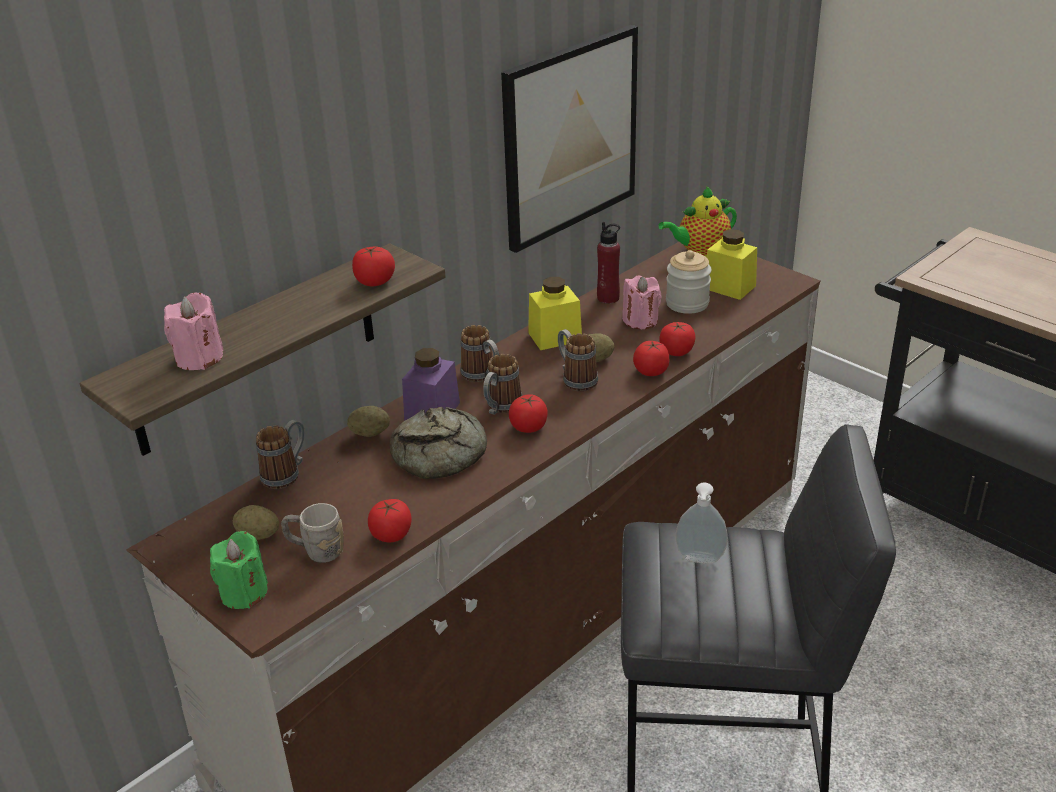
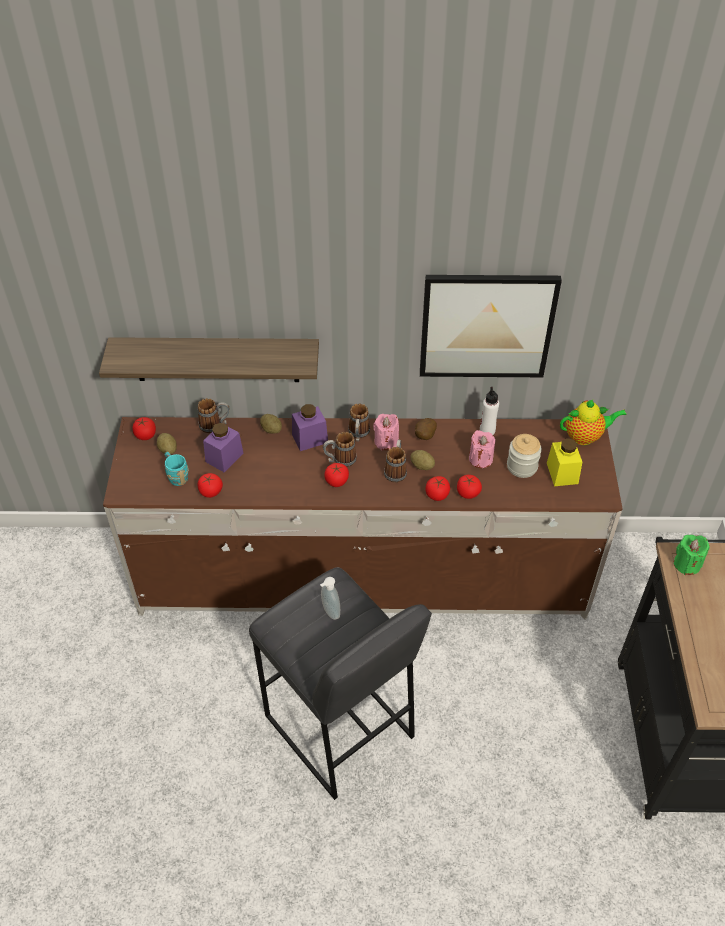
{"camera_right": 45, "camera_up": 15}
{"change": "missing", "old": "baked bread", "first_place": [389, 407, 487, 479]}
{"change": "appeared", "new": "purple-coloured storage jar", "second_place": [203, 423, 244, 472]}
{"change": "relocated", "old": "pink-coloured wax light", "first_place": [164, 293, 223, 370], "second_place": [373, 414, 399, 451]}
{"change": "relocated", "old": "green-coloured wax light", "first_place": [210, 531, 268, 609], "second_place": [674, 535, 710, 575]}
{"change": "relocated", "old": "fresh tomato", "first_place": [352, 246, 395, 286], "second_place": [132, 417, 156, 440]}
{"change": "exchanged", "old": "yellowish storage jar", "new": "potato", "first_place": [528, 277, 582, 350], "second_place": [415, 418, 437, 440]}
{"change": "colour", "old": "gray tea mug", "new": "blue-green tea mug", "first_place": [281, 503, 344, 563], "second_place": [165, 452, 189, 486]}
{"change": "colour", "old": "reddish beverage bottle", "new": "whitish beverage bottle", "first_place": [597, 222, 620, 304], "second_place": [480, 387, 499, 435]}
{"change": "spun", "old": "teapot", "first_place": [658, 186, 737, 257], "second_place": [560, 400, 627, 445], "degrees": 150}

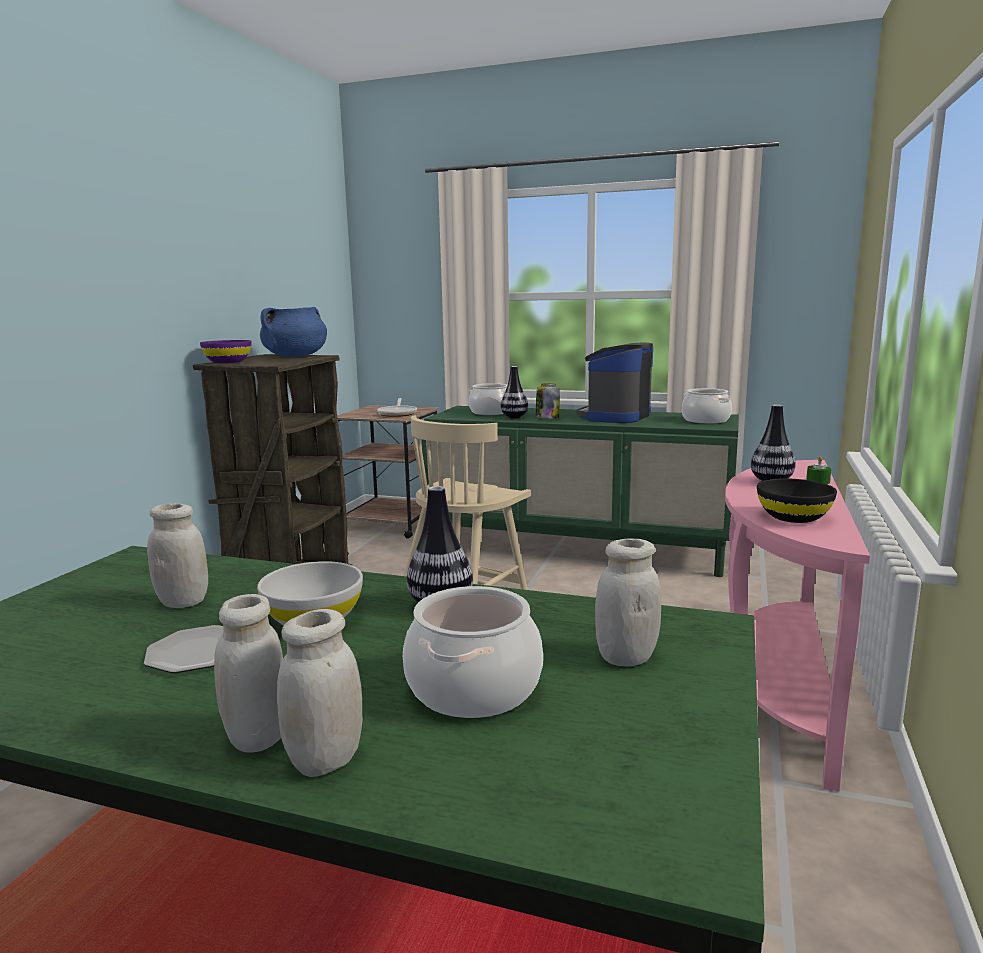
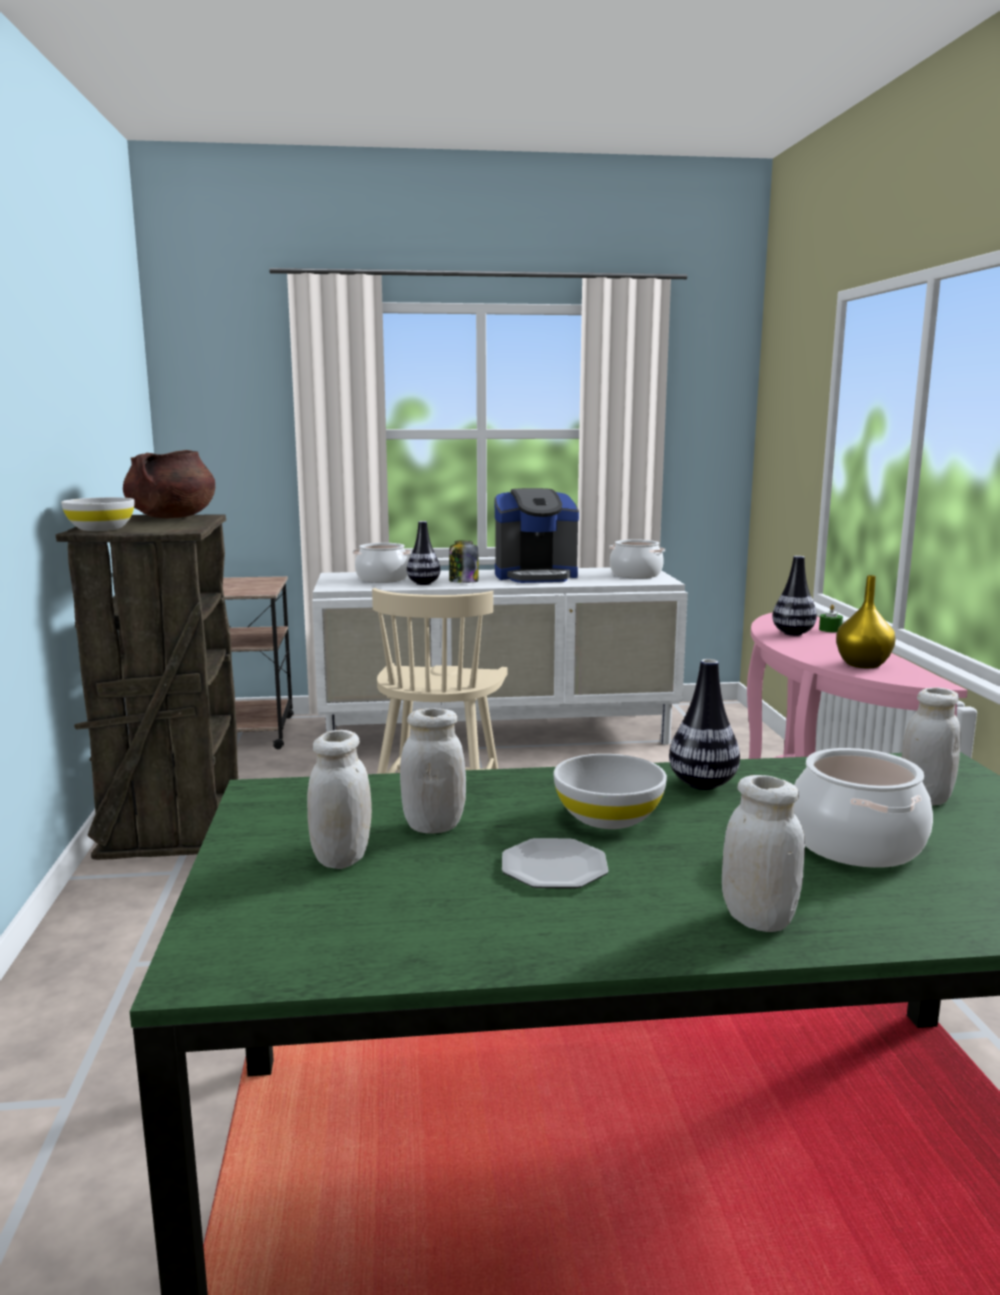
{"camera_right": -25, "camera_up": 0}
{"change": "missing", "old": "frying pan", "first_place": [377, 398, 417, 417]}
{"change": "relocated", "old": "whitish storage jar", "first_place": [277, 609, 363, 777], "second_place": [307, 730, 372, 869]}
{"change": "exchanged", "old": "blackish deep dish", "new": "yellowish decorative vase", "first_place": [757, 478, 837, 523], "second_place": [836, 575, 896, 669]}
{"change": "colour", "old": "purple-coloured deep dish", "new": "whitish deep dish", "first_place": [200, 340, 252, 363], "second_place": [61, 497, 135, 531]}
{"change": "colour", "old": "bluish stockpot", "new": "brownish stockpot", "first_place": [260, 307, 327, 357], "second_place": [123, 450, 215, 518]}
{"change": "colour", "old": "green-coloured cupboard", "new": "whitish cupboard", "first_place": [422, 406, 739, 577], "second_place": [312, 568, 688, 745]}
{"change": "spun", "old": "coffee maker", "first_place": [576, 343, 653, 423], "second_place": [495, 488, 579, 583], "degrees": -105}

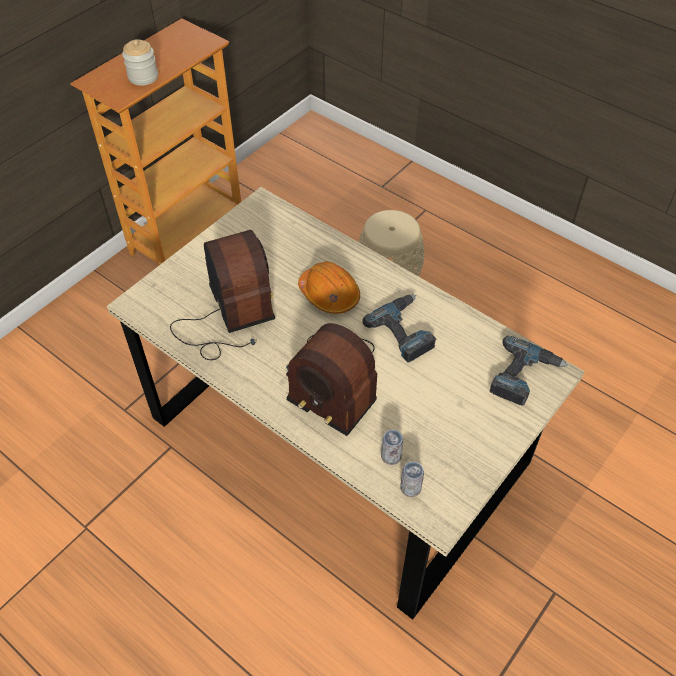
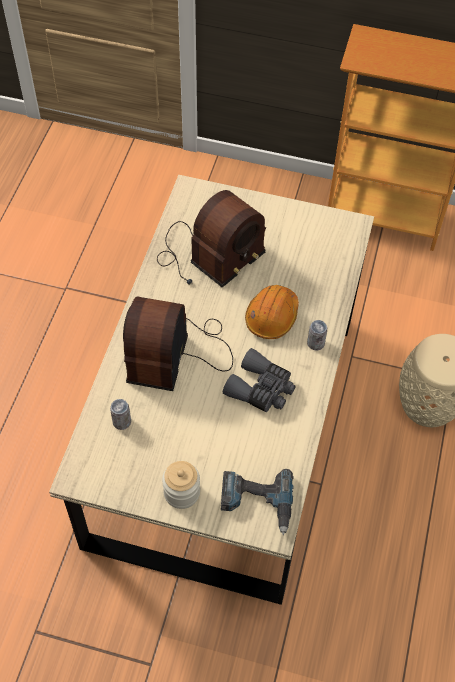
{"camera_right": 65, "camera_up": 5}
{"change": "relocated", "old": "storage jar", "first_place": [122, 39, 158, 86], "second_place": [162, 461, 200, 509]}
{"change": "relocated", "old": "sealed can", "first_place": [400, 461, 424, 497], "second_place": [307, 320, 327, 351]}
{"change": "exchanged", "old": "power drill", "new": "gray pair of binoculars", "first_place": [362, 294, 436, 363], "second_place": [223, 348, 296, 412]}

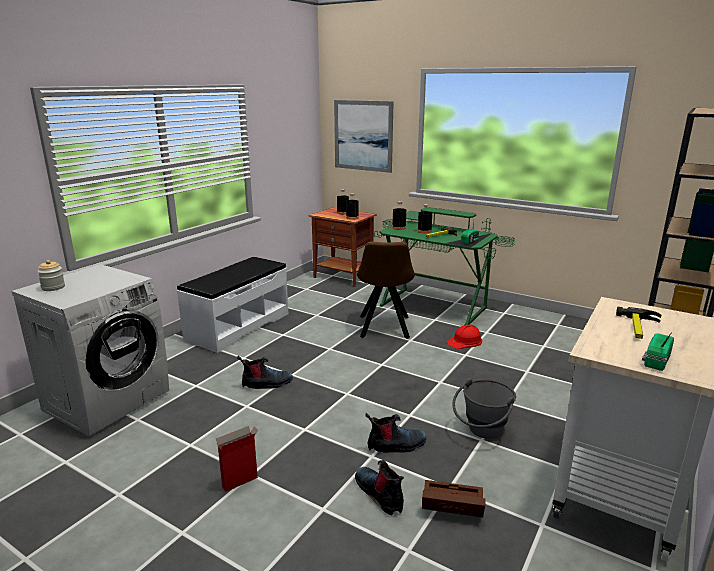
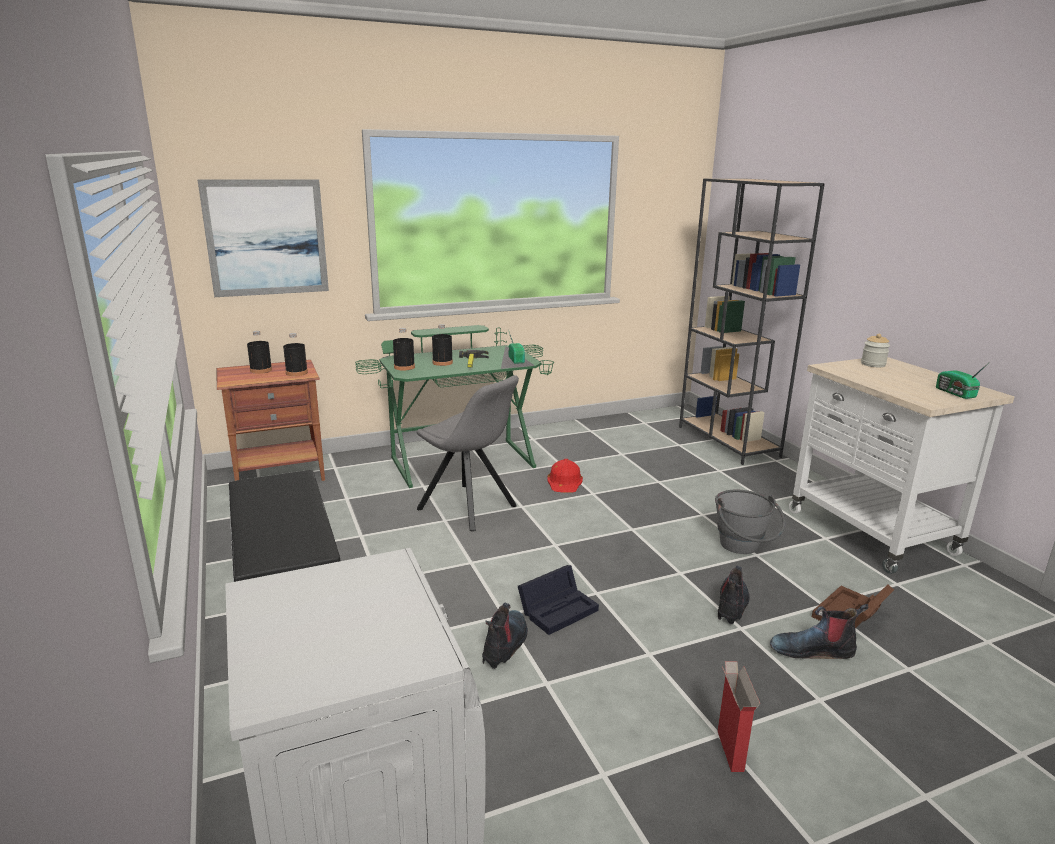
{"camera_right": -55, "camera_up": 0}
{"change": "missing", "old": "hand hammer", "first_place": [616, 307, 661, 339]}
{"change": "appeared", "new": "blackish storage container", "second_place": [518, 565, 599, 635]}
{"change": "relocated", "old": "storage jar", "first_place": [37, 260, 65, 291], "second_place": [861, 334, 890, 367]}
{"change": "colour", "old": "brownish plain chair", "new": "gray plain chair", "first_place": [357, 242, 415, 339], "second_place": [417, 375, 519, 531]}

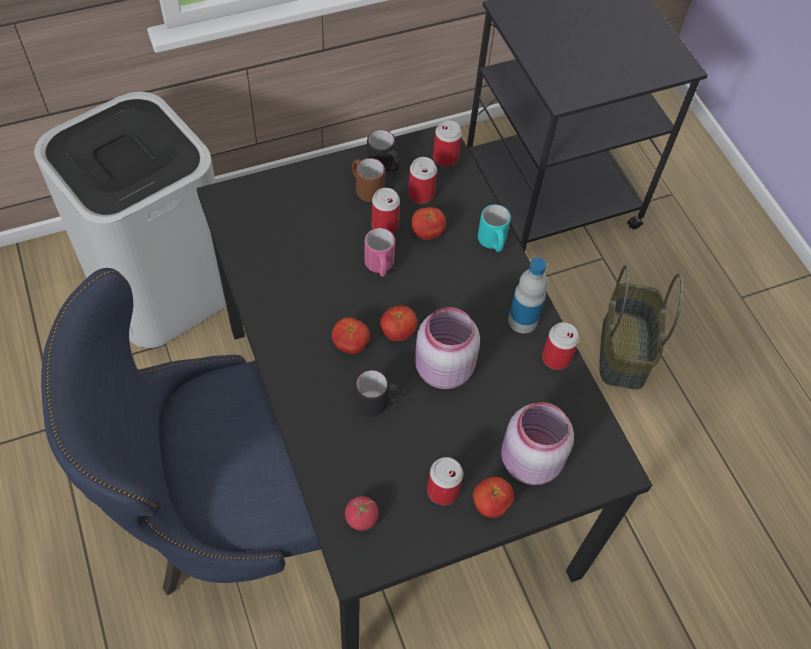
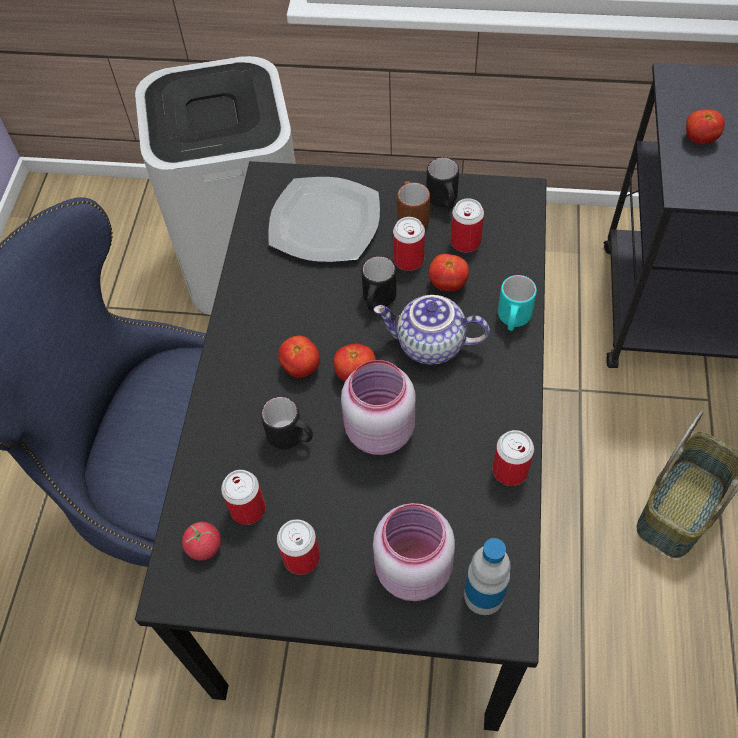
{"camera_right": 35, "camera_up": 0}
{"change": "appeared", "new": "flat dish", "second_place": [268, 177, 380, 262]}
{"change": "appeared", "new": "teapot", "second_place": [373, 295, 490, 365]}
{"change": "relocated", "old": "sealed can", "first_place": [433, 120, 462, 167], "second_place": [221, 470, 266, 525]}
{"change": "relocated", "old": "fresh tomato", "first_place": [473, 477, 514, 518], "second_place": [686, 109, 725, 145]}
{"change": "relocated", "old": "beverage bottle", "first_place": [508, 257, 547, 333], "second_place": [464, 538, 511, 615]}
{"change": "colour", "old": "pink-coloured tea mug", "new": "blackish tea mug", "first_place": [364, 228, 395, 277], "second_place": [361, 256, 397, 311]}

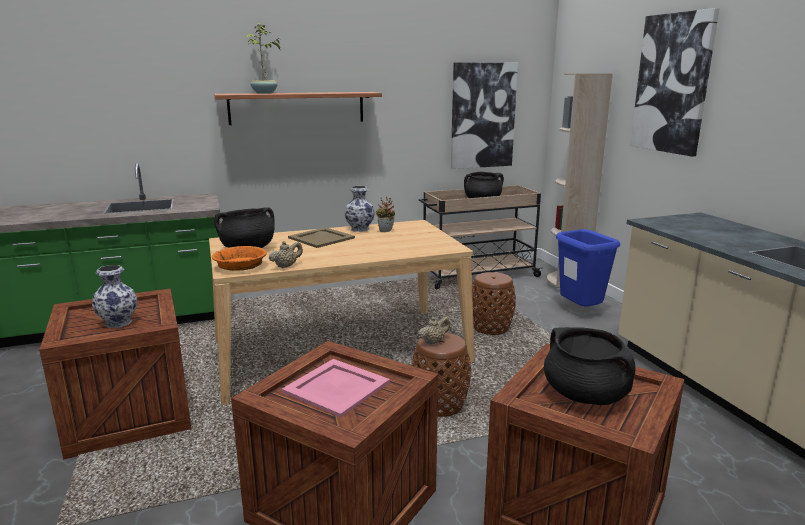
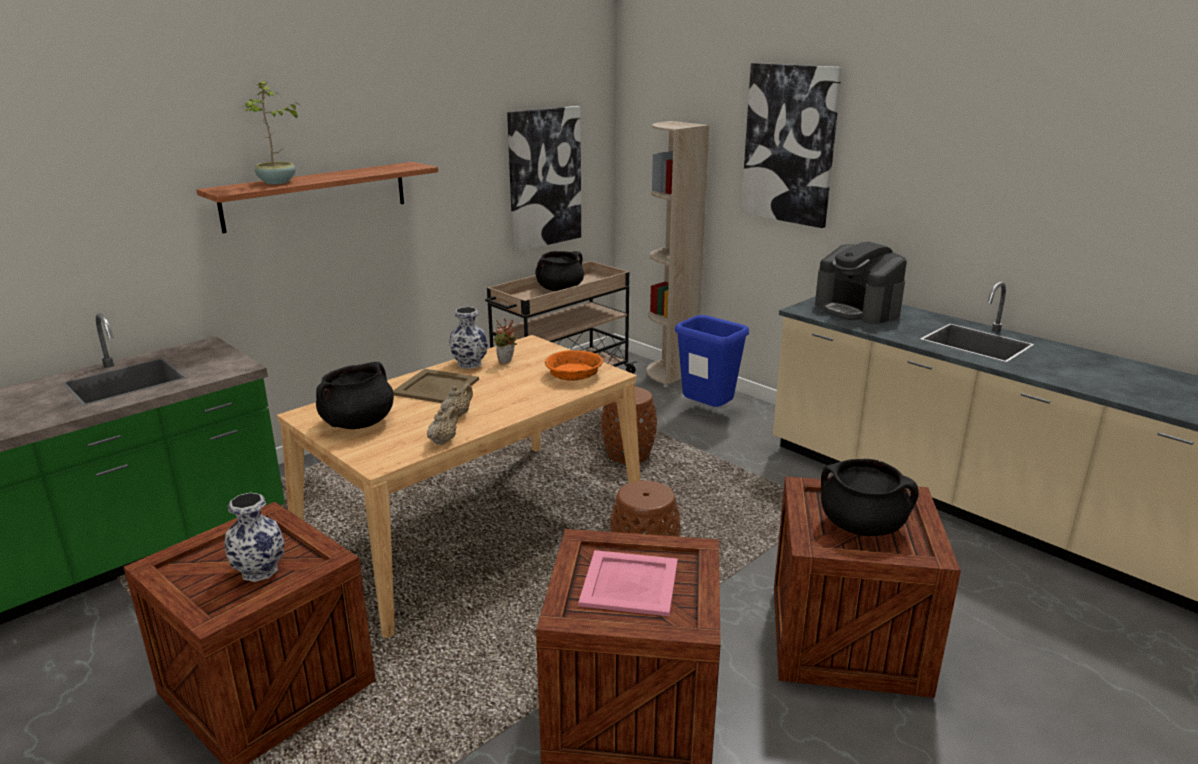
{"camera_right": -25, "camera_up": 5}
{"change": "appeared", "new": "coffee maker", "second_place": [815, 242, 907, 324]}
{"change": "relocated", "old": "orangey deep dish", "first_place": [212, 246, 267, 271], "second_place": [545, 350, 603, 380]}
{"change": "relocated", "old": "beige-coloured teapot", "first_place": [418, 317, 450, 345], "second_place": [441, 383, 473, 417]}

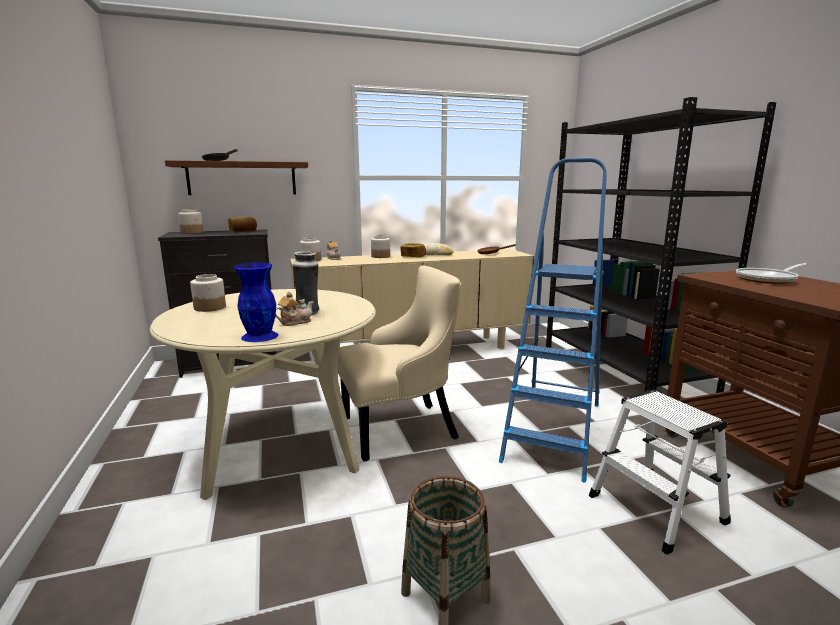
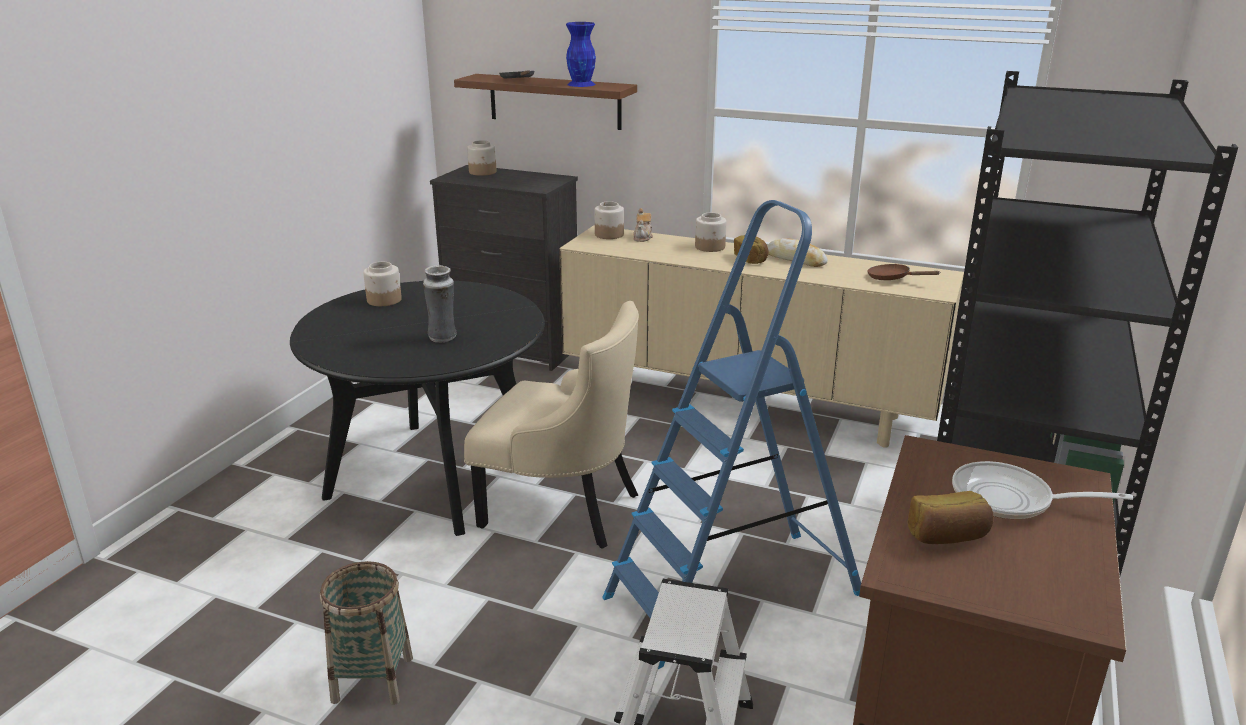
{"camera_right": 40, "camera_up": 10}
{"change": "missing", "old": "teapot", "first_place": [276, 292, 314, 326]}
{"change": "relocated", "old": "baked bread", "first_place": [228, 217, 257, 232], "second_place": [908, 491, 994, 544]}
{"change": "relocated", "old": "bluish decorative vase", "first_place": [234, 262, 278, 342], "second_place": [566, 22, 596, 87]}
{"change": "colour", "old": "beige-coloured dining table", "new": "blackish dining table", "first_place": [150, 289, 376, 500], "second_place": [290, 281, 545, 536]}

